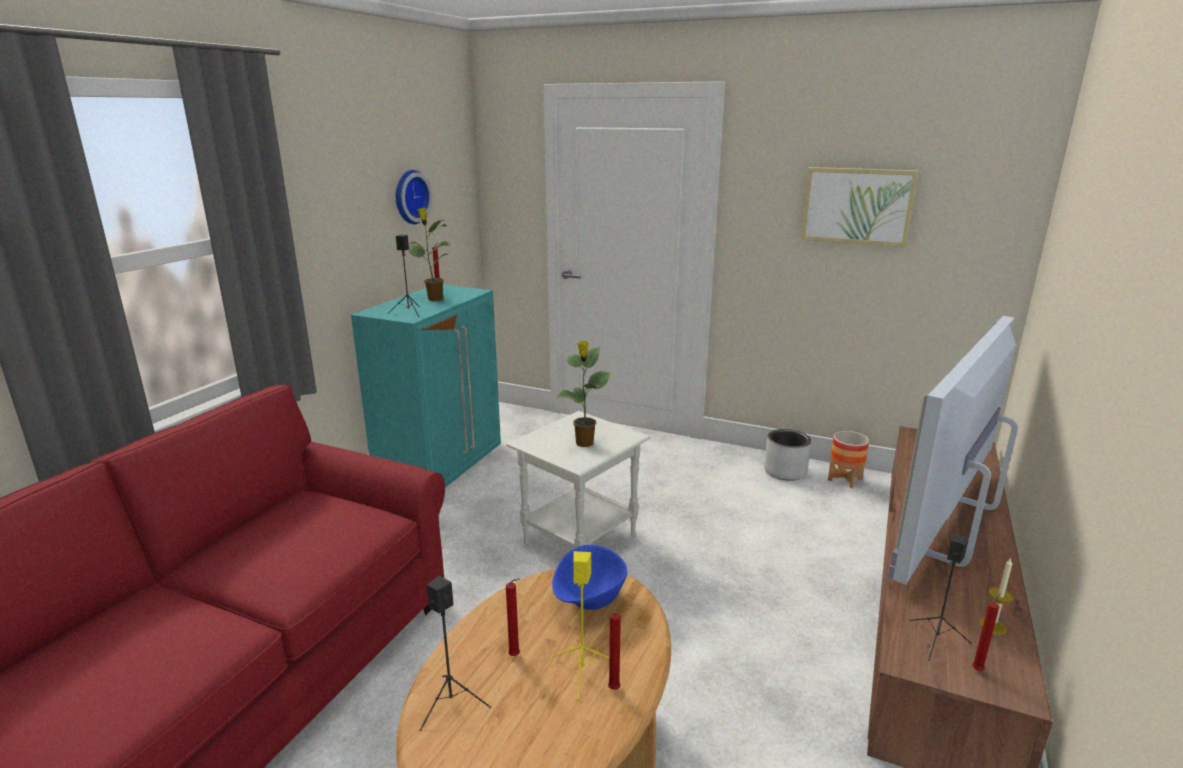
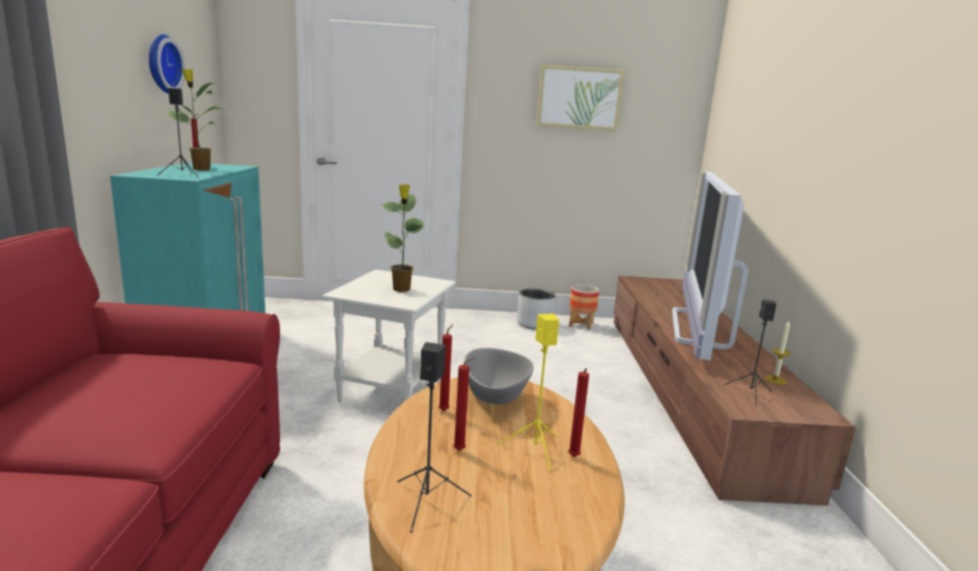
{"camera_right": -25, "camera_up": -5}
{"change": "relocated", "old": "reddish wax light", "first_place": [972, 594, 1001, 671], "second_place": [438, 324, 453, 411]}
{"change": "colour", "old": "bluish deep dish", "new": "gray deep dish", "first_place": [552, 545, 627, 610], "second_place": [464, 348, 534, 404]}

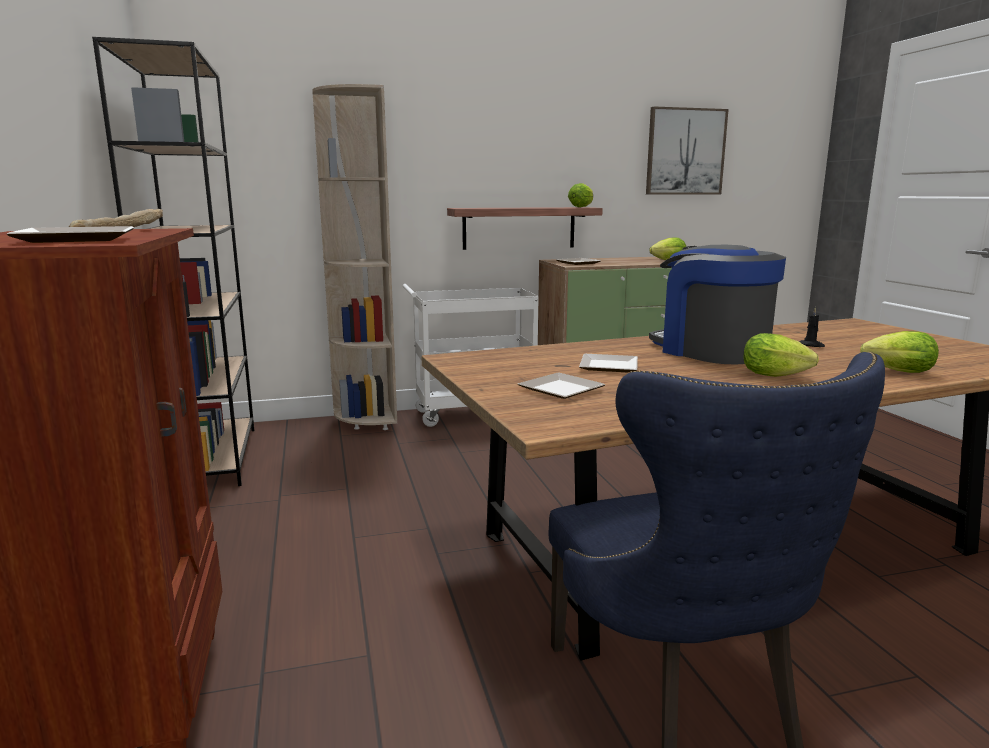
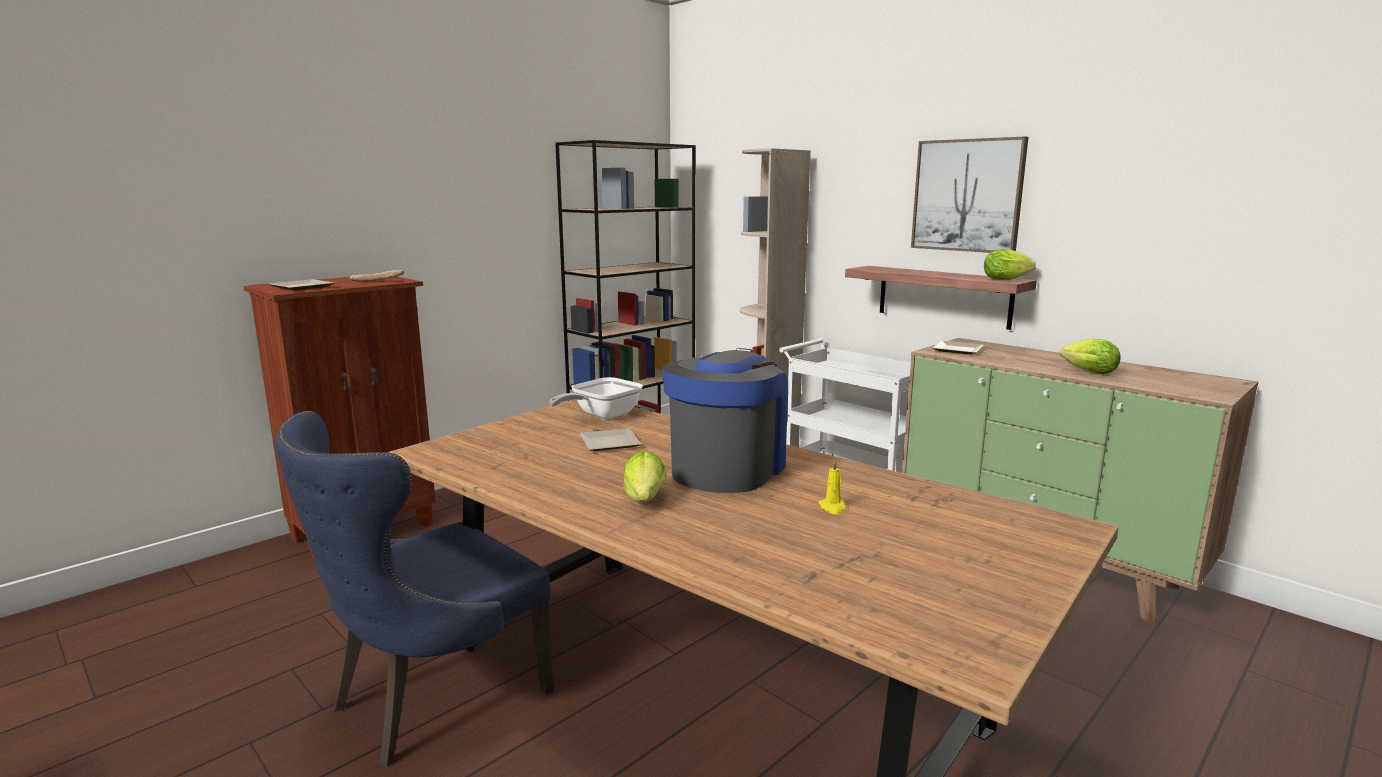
{"camera_right": 60, "camera_up": 0}
{"change": "missing", "old": "flat dish", "first_place": [518, 373, 605, 399]}
{"change": "missing", "old": "lettuce head", "first_place": [860, 331, 939, 373]}
{"change": "appeared", "new": "frying pan", "second_place": [549, 377, 643, 419]}
{"change": "relocated", "old": "wall art", "first_place": [646, 106, 729, 194], "second_place": [911, 136, 1028, 253]}
{"change": "colour", "old": "blackish wax light", "new": "yellowish wax light", "first_place": [799, 307, 825, 347], "second_place": [818, 459, 846, 514]}

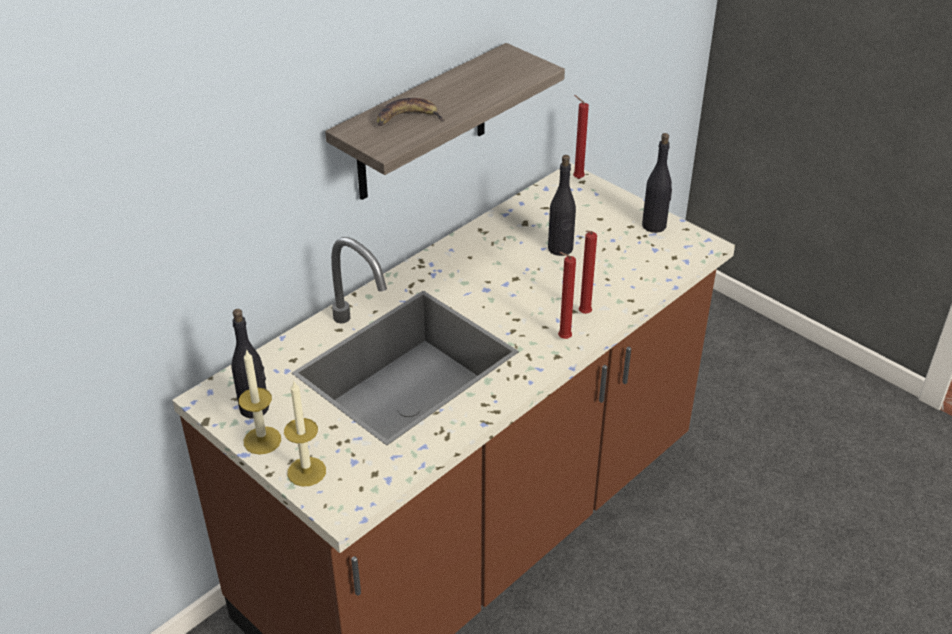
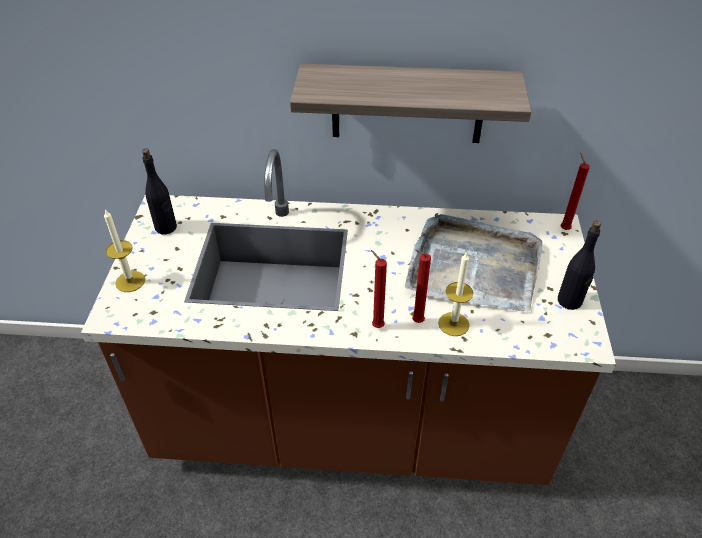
{"camera_right": 50, "camera_up": 5}
{"change": "missing", "old": "whole banana", "first_place": [377, 98, 445, 126]}
{"change": "relocated", "old": "wax light", "first_place": [239, 349, 281, 455], "second_place": [438, 251, 473, 336]}
{"change": "exchanged", "old": "blackish beverage bottle", "new": "gray tray", "first_place": [548, 155, 576, 256], "second_place": [405, 213, 542, 311]}

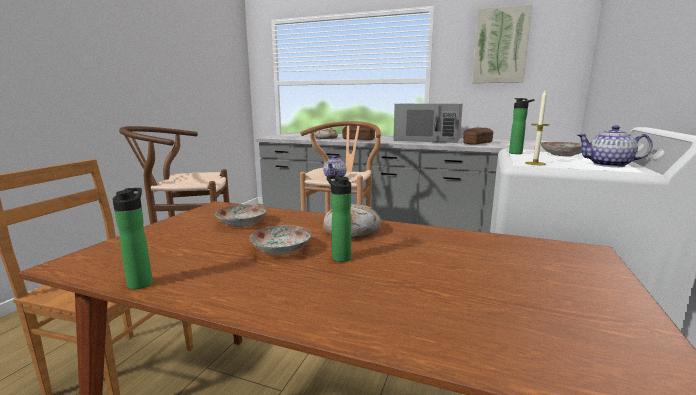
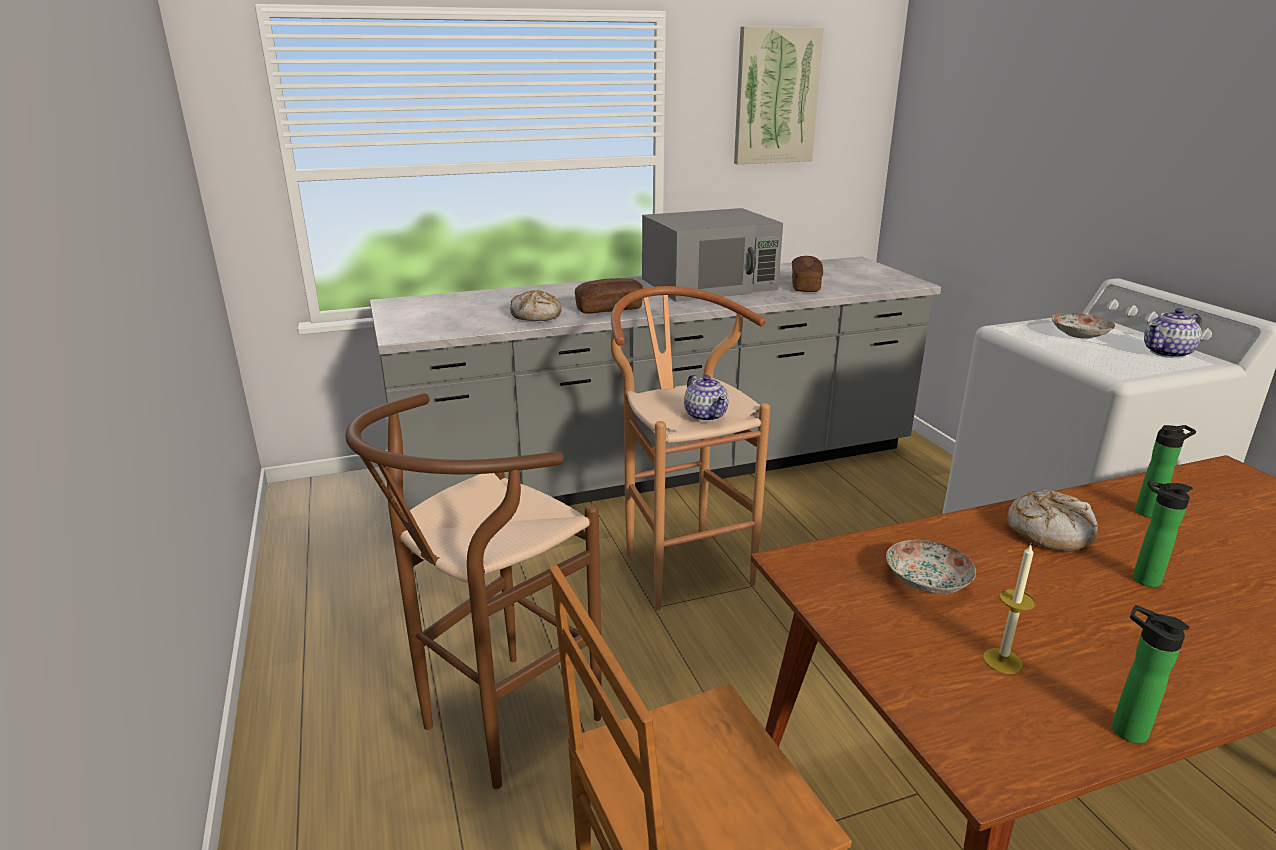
{"camera_right": -40, "camera_up": 10}
{"change": "missing", "old": "flat dish", "first_place": [250, 225, 312, 255]}
{"change": "relocated", "old": "beverage bottle", "first_place": [509, 98, 535, 154], "second_place": [1135, 425, 1196, 518]}
{"change": "relocated", "old": "wax light", "first_place": [525, 91, 550, 165], "second_place": [983, 545, 1035, 674]}

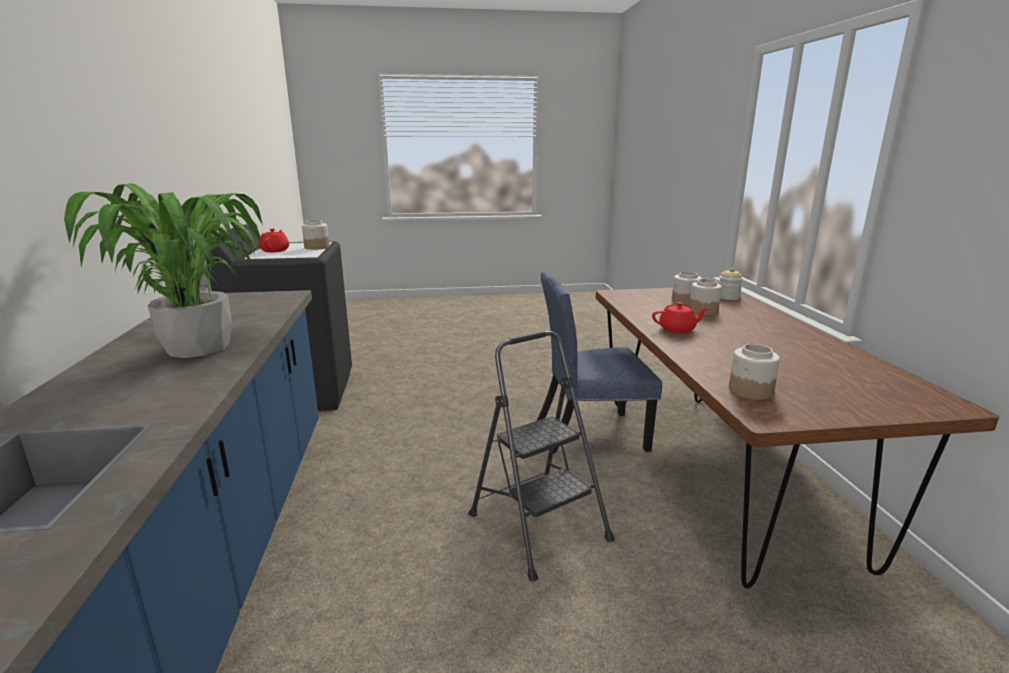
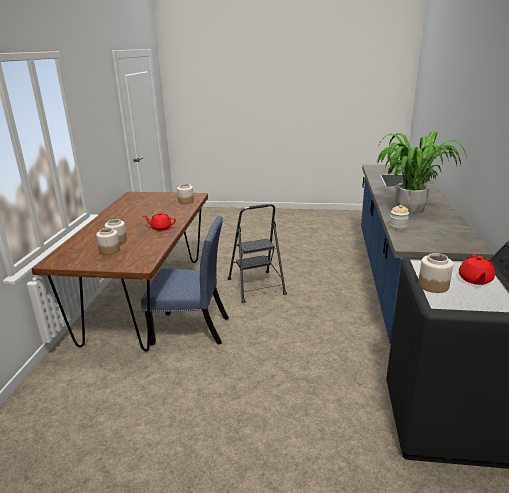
{"camera_right": -165, "camera_up": 5}
{"change": "relocated", "old": "storage jar", "first_place": [718, 268, 743, 300], "second_place": [390, 205, 409, 230]}

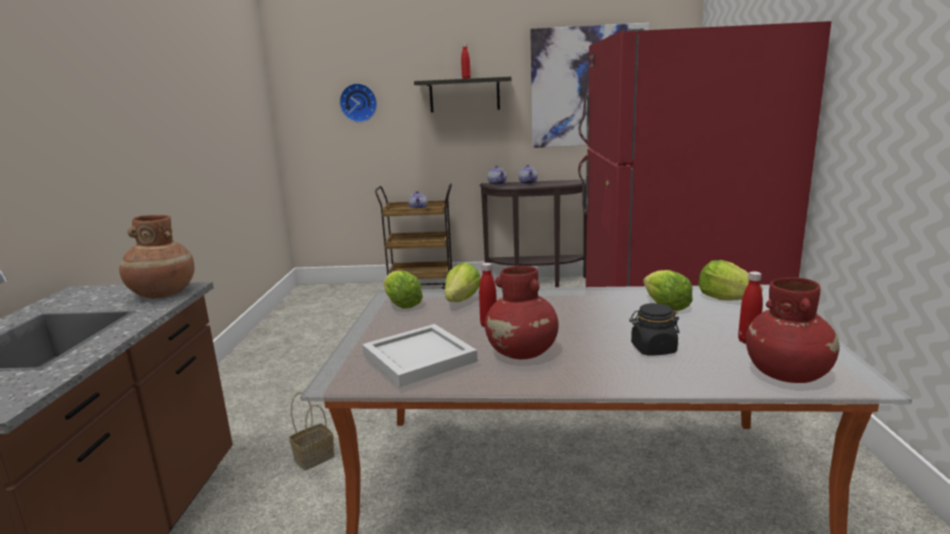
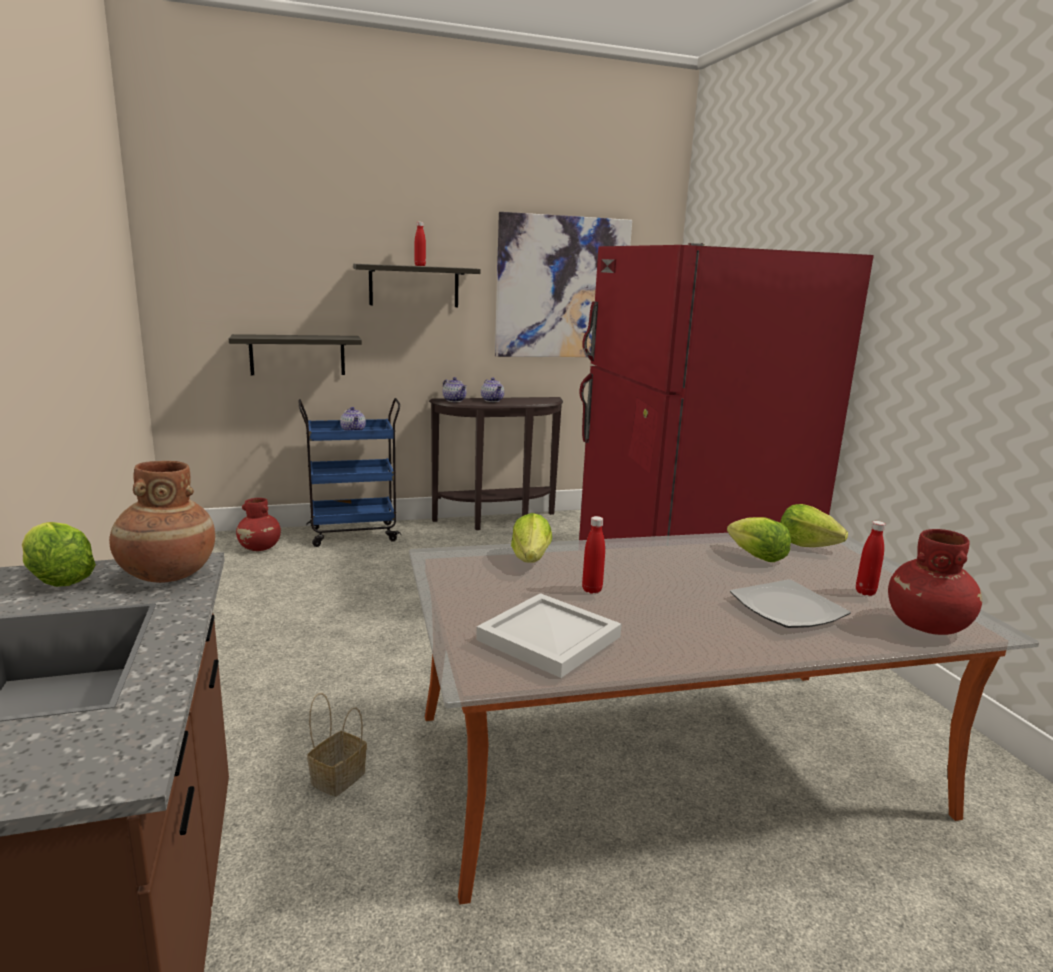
{"camera_right": -20, "camera_up": 0}
{"change": "missing", "old": "wall clock", "first_place": [339, 83, 377, 123]}
{"change": "appeared", "new": "shelf", "second_place": [229, 334, 362, 375]}
{"change": "relocated", "old": "lettuce head", "first_place": [384, 270, 423, 309], "second_place": [22, 522, 96, 587]}
{"change": "relocated", "old": "reddish decorative vase", "first_place": [485, 266, 559, 359], "second_place": [236, 498, 281, 551]}
{"change": "exchanged", "old": "blackish storage jar", "new": "flat dish", "first_place": [629, 303, 680, 355], "second_place": [730, 579, 851, 628]}
{"change": "colour", "old": "brownish cart", "new": "bluish cart", "first_place": [375, 183, 452, 289], "second_place": [299, 398, 402, 547]}

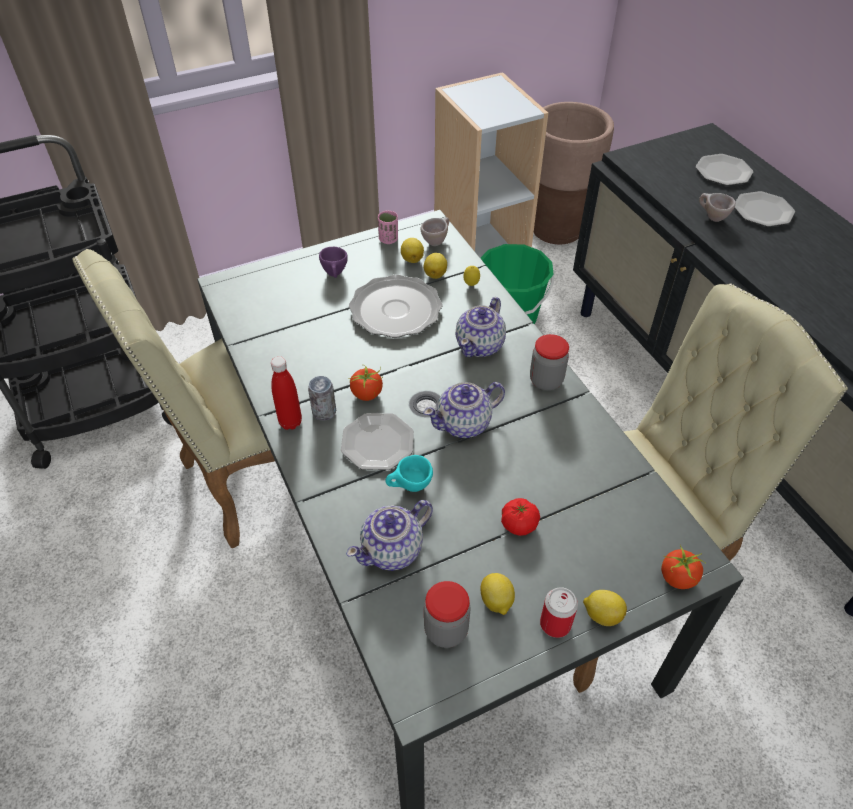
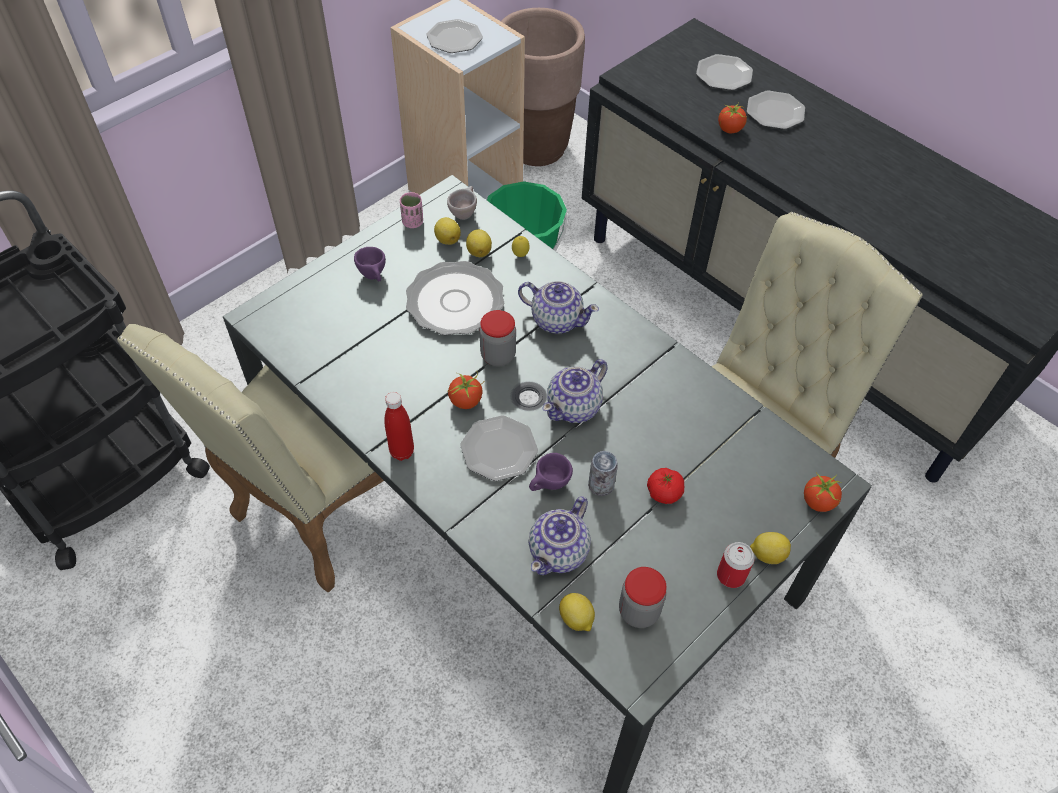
{"camera_right": -20, "camera_up": 5}
{"change": "appeared", "new": "flat dish", "second_place": [426, 19, 483, 53]}
{"change": "relocated", "old": "sealed can", "first_place": [308, 376, 336, 421], "second_place": [588, 451, 618, 496]}
{"change": "relocated", "old": "whole lemon", "first_place": [480, 573, 515, 615], "second_place": [559, 593, 595, 631]}
{"change": "relocated", "old": "storage jar", "first_place": [530, 334, 569, 390], "second_place": [480, 310, 516, 366]}
{"change": "exchanged", "old": "beige-coloured drinking cup", "new": "fresh tomato", "first_place": [699, 193, 735, 222], "second_place": [718, 103, 747, 133]}
{"change": "colour", "old": "blue-green drinking cup", "new": "purple-coloured drinking cup", "first_place": [385, 455, 433, 492], "second_place": [529, 453, 573, 491]}
{"change": "spun", "old": "teapot", "first_place": [456, 297, 506, 357], "second_place": [518, 281, 599, 334], "degrees": -75}

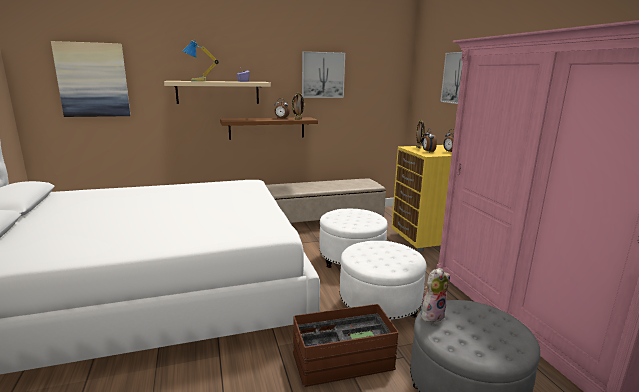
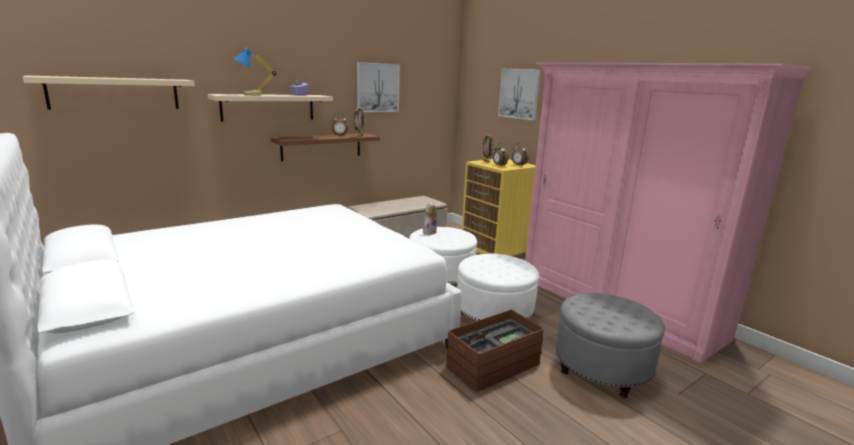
{"camera_right": -20, "camera_up": 0}
{"change": "relocated", "old": "plush toy", "first_place": [421, 268, 450, 322], "second_place": [423, 202, 438, 235]}
{"change": "exchanged", "old": "wall art", "new": "beige-coloured shelf", "first_place": [51, 41, 130, 117], "second_place": [23, 76, 195, 110]}

